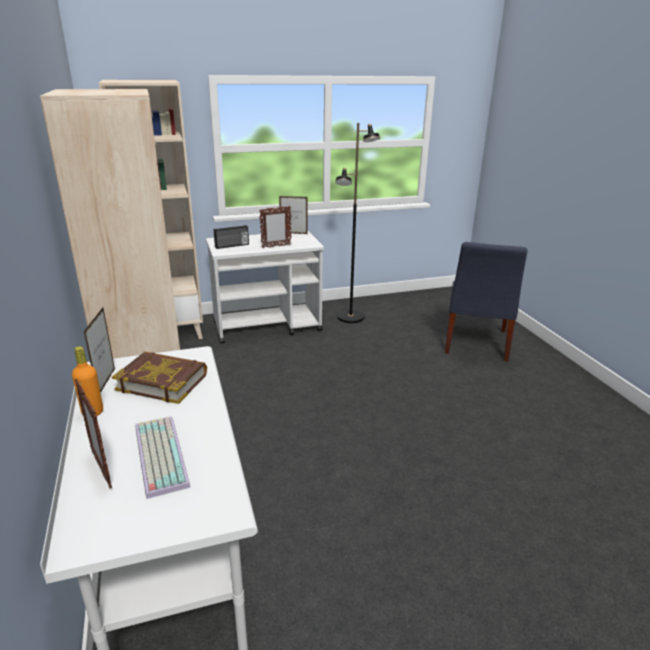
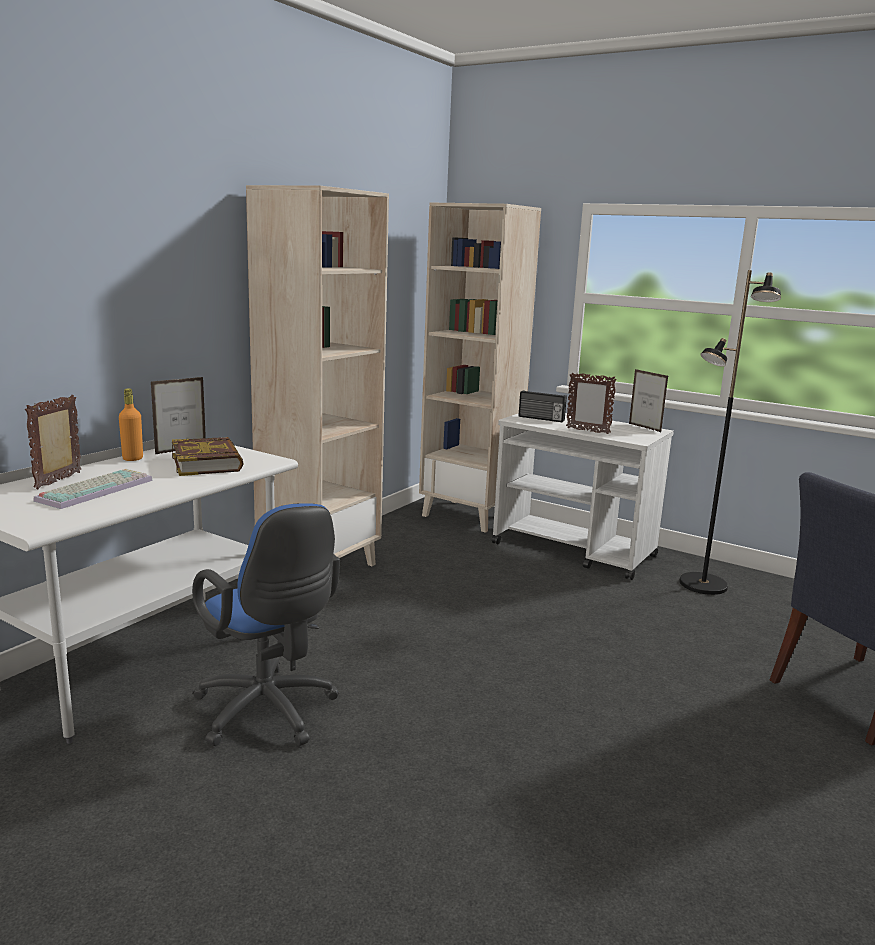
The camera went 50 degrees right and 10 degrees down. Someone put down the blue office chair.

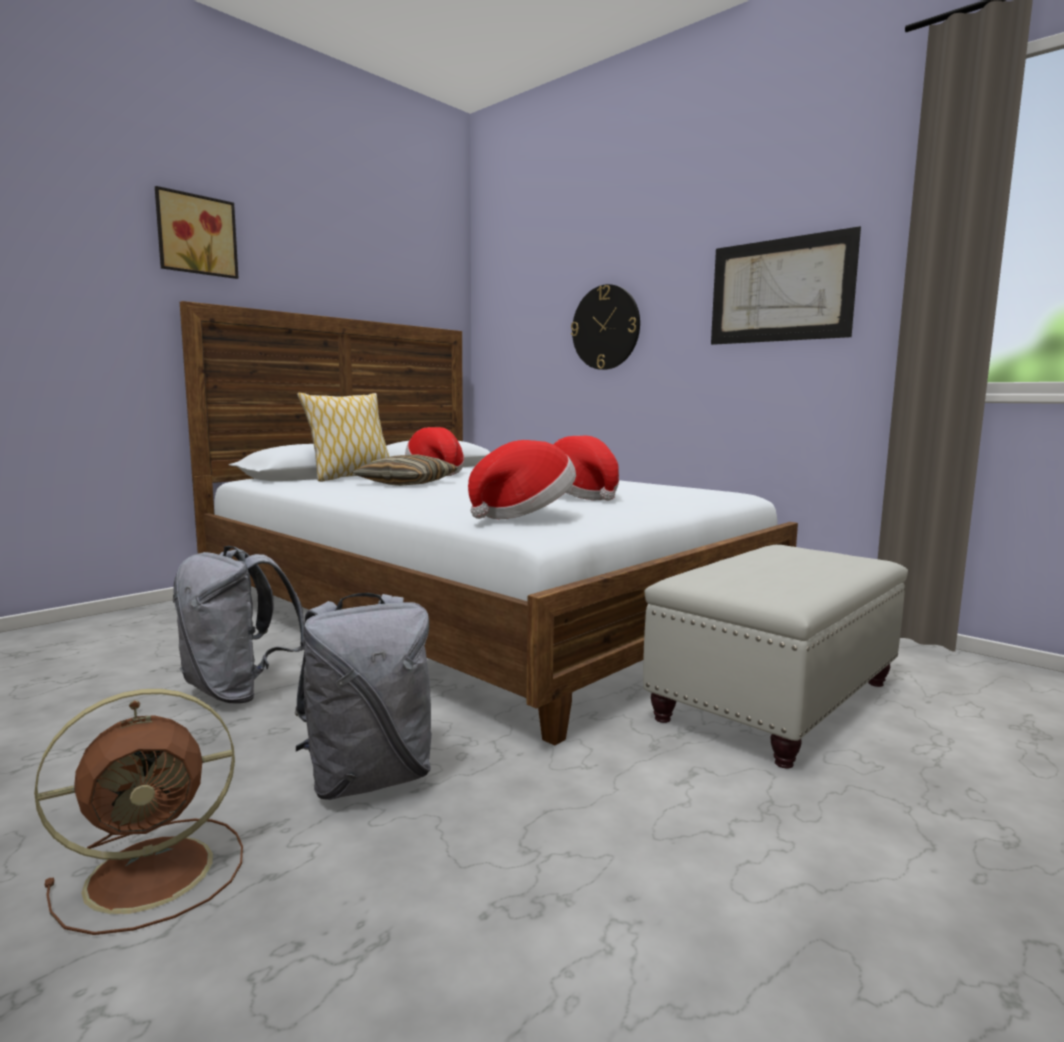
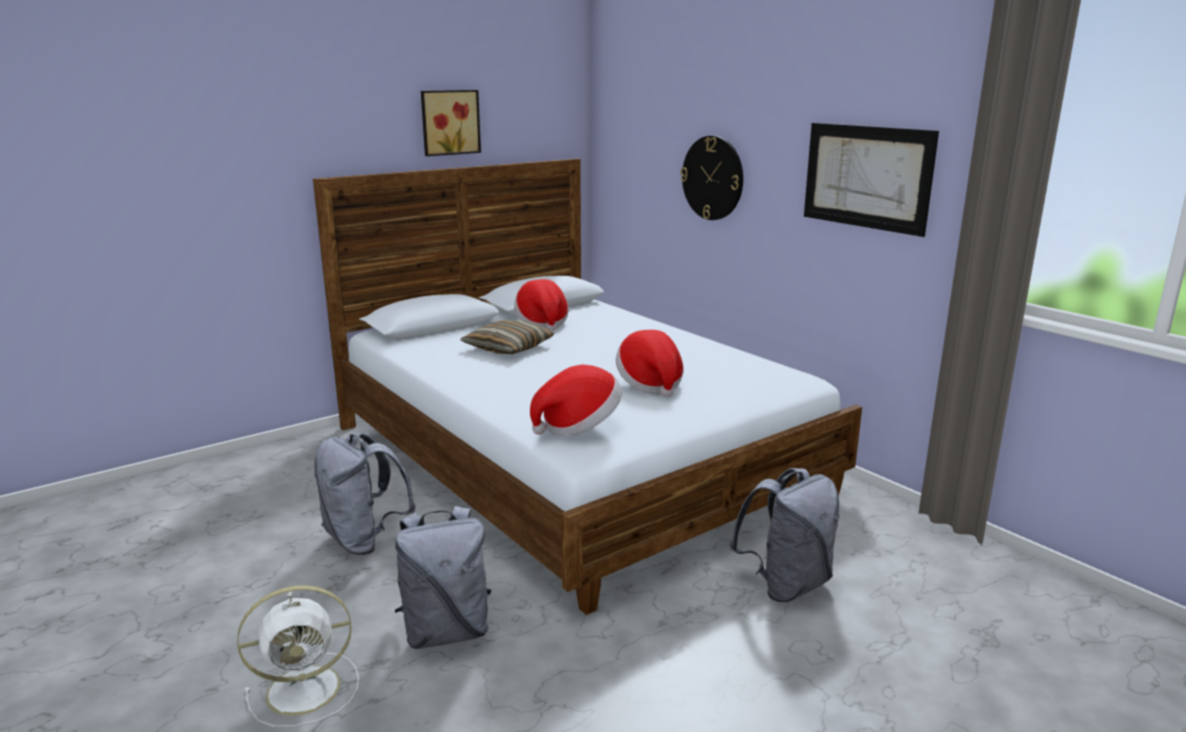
The camera went 10 degrees right and 10 degrees up. Someone repainted the brown fan, which became the white fan. Someone carried the picture (1st from left). Someone took away the pillow (1st from left). Someone swapped the white ottoman for the grey backpack (3rd from left).

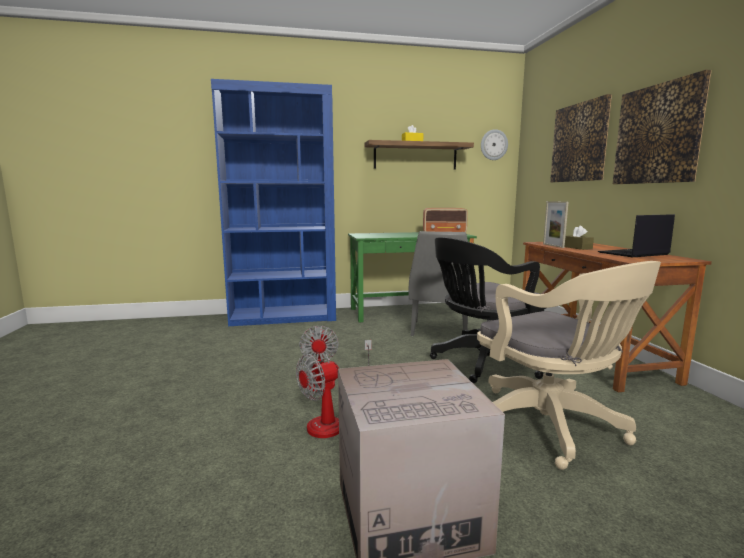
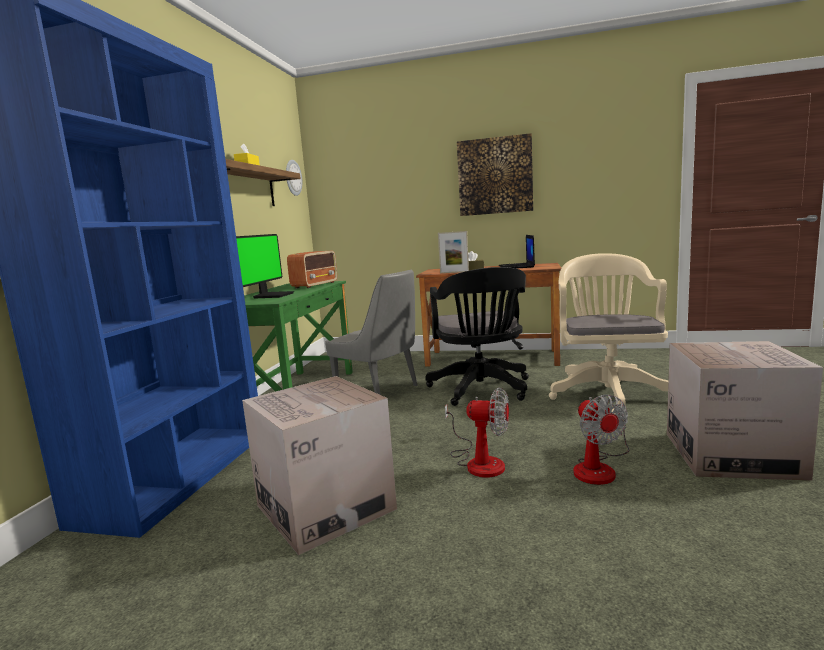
The camera went 65 degrees left and 0 degrees up. Someone rotated the beige office chair by 75 degrees counterclockwise. Someone took away the picture (1st from left). Someone put down the monitor. Someone put down the cardboard box (1st from left).

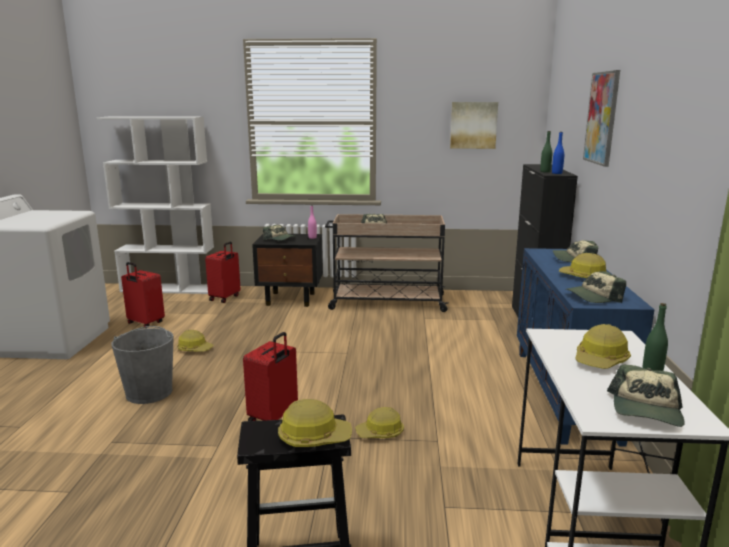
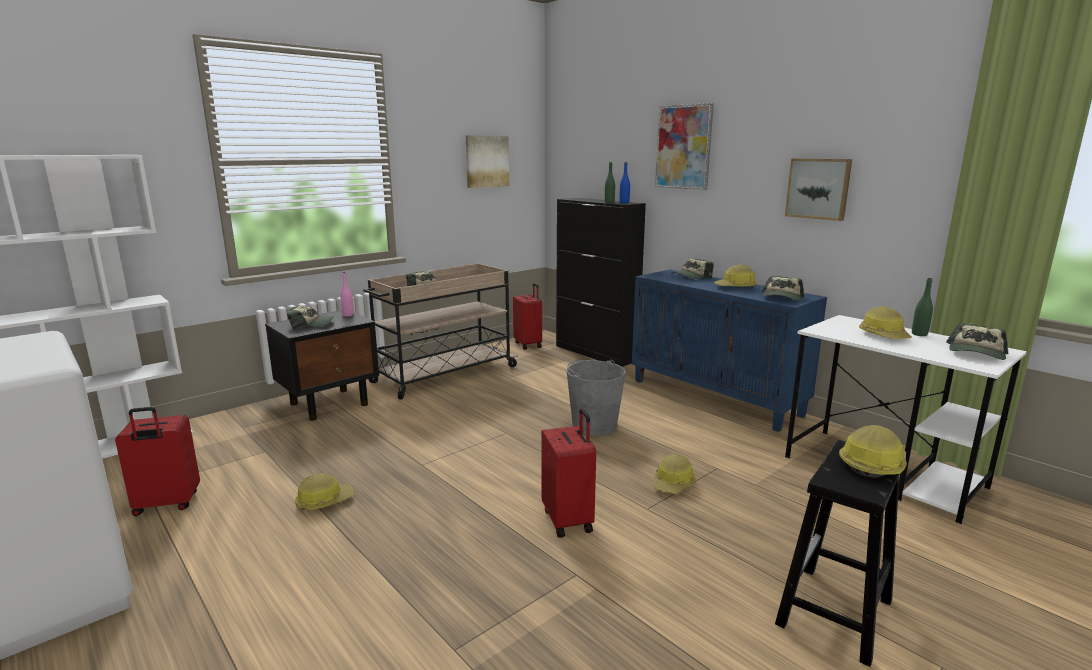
The camera went 45 degrees left and 0 degrees up. Someone carried the grey bucket. Someone carried the red suitcase (2nd from left). Someone rotated the cap (5th from left) by 60 degrees clockwise. Someone put up the picture (3rd from left).

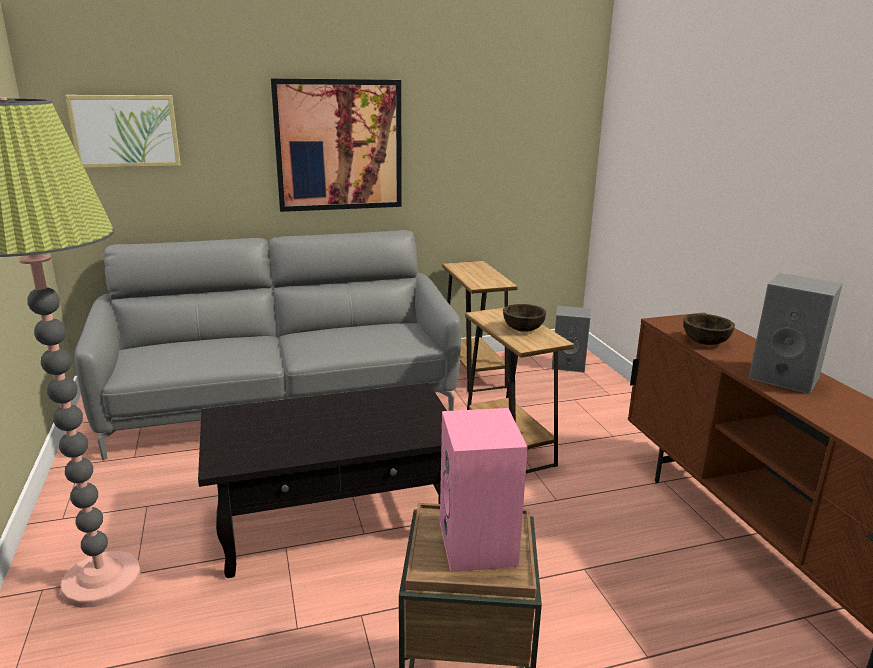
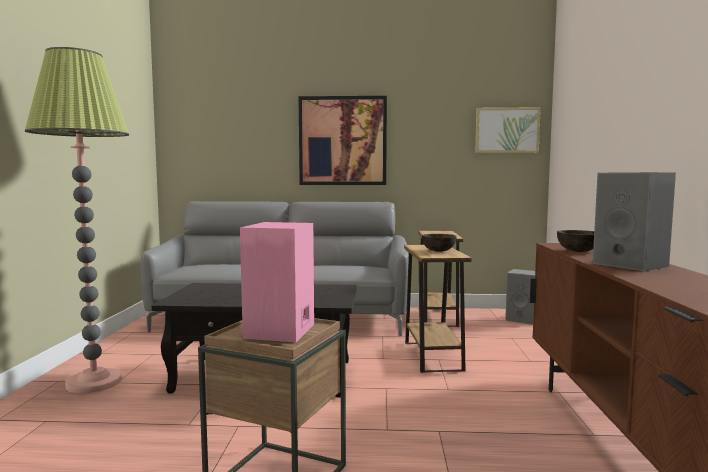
The camera went 20 degrees right and 15 degrees down. Someone carried the picture (1st from left in the first image).

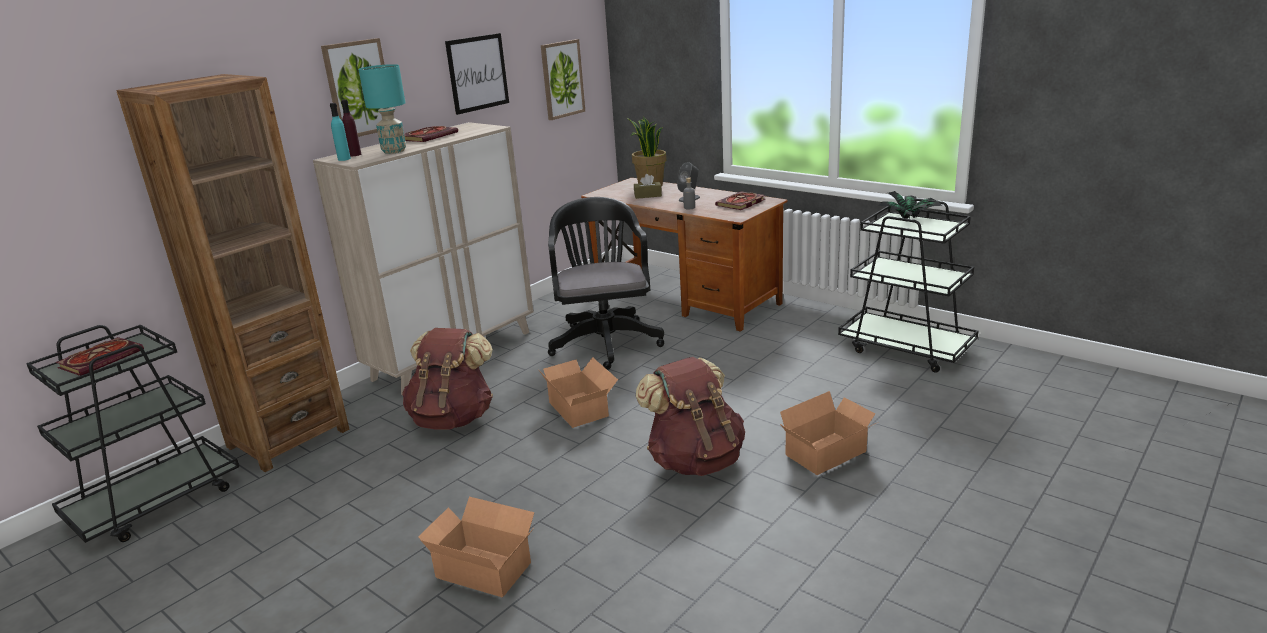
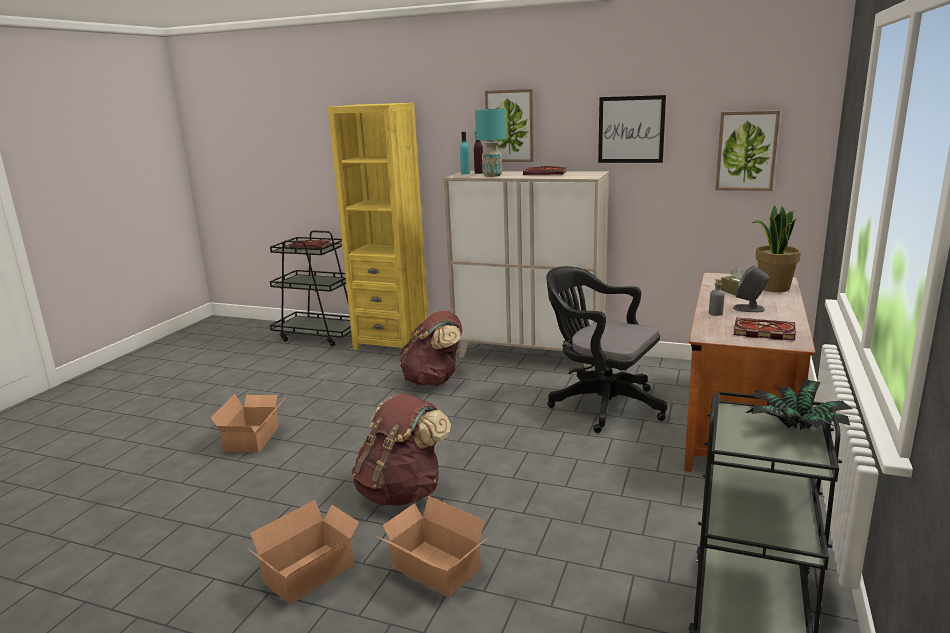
The camera went 70 degrees right and 5 degrees down. Someone repainted the brown bookcase, which became the yellow bookcase. Someone carried the cardboard box (2nd from left). Someone rotated the black office chair by 120 degrees counterclockwise.

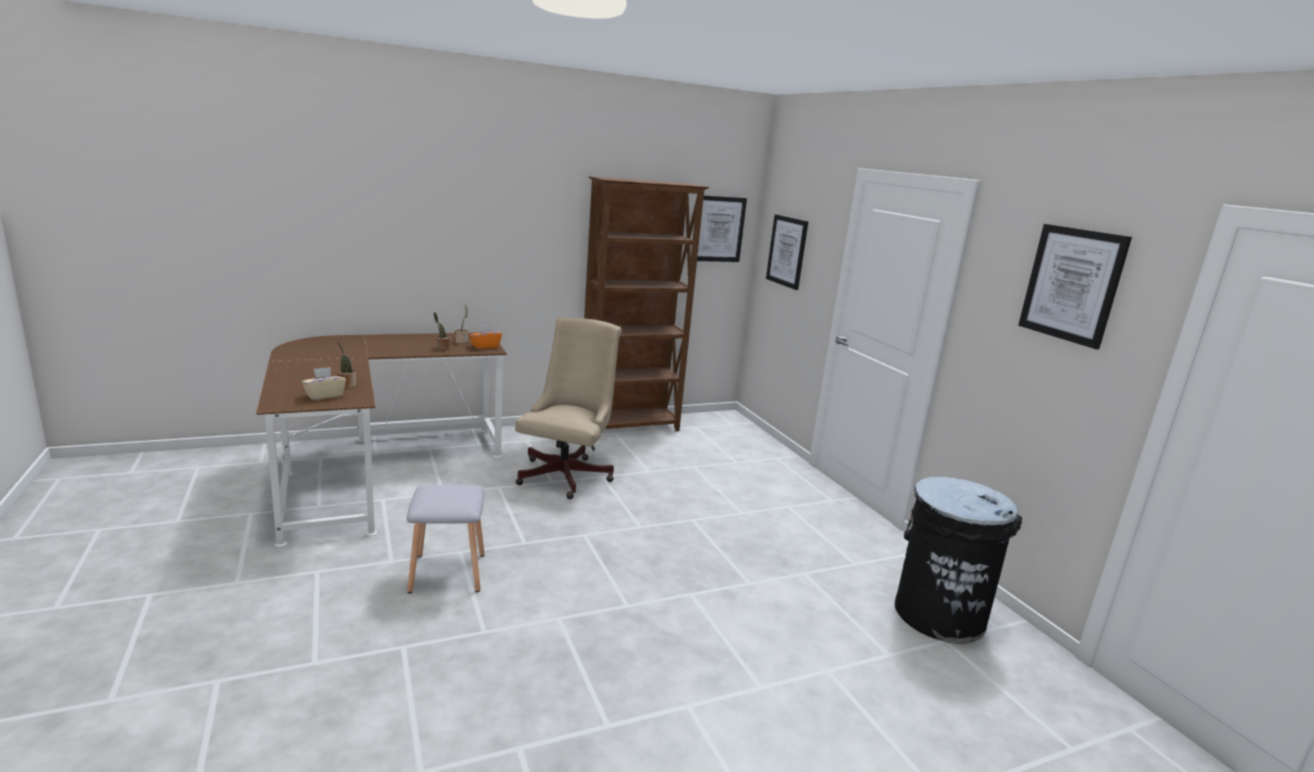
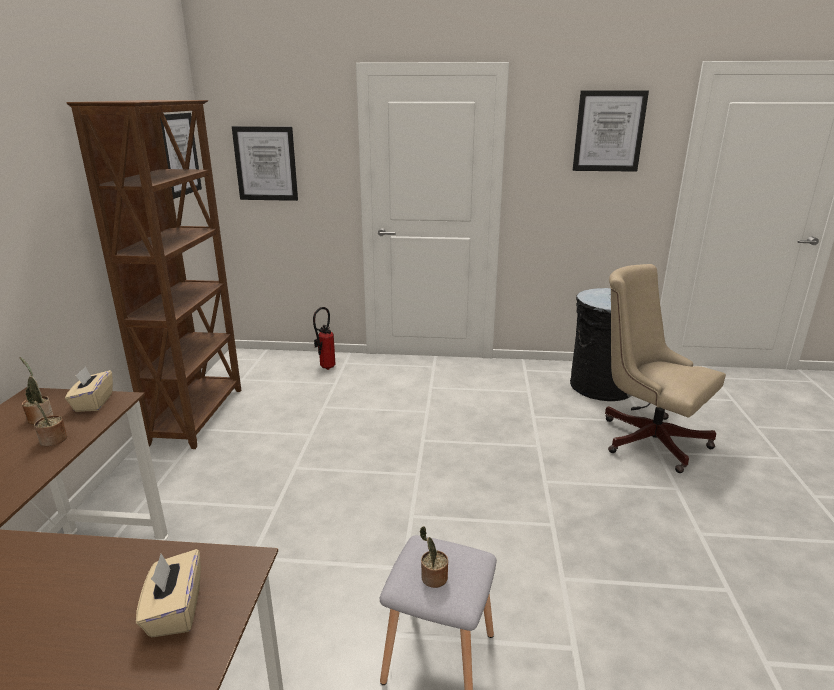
The camera went 60 degrees left and 5 degrees up. Someone carried the potted plant (1st from left in the first image). Someone repainted the orange tissue box, which became the beige tissue box (1st from left). Someone carried the beige office chair. Someone put down the fire extinguisher.

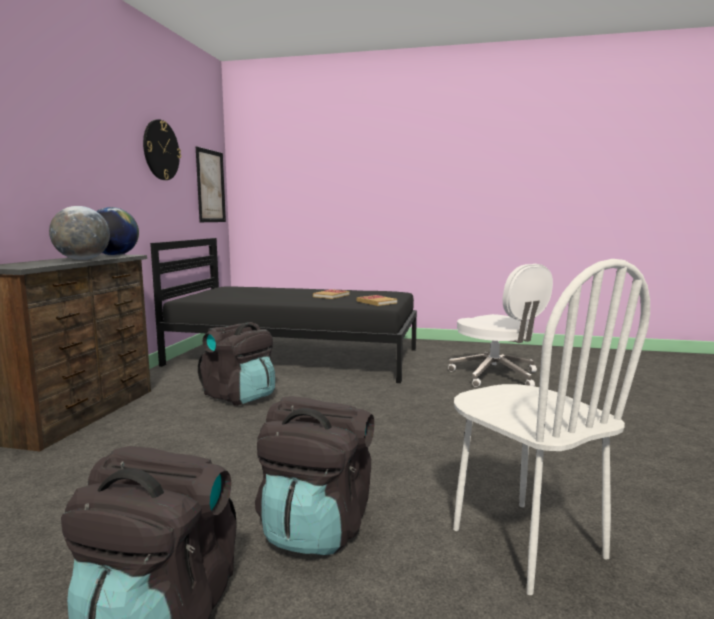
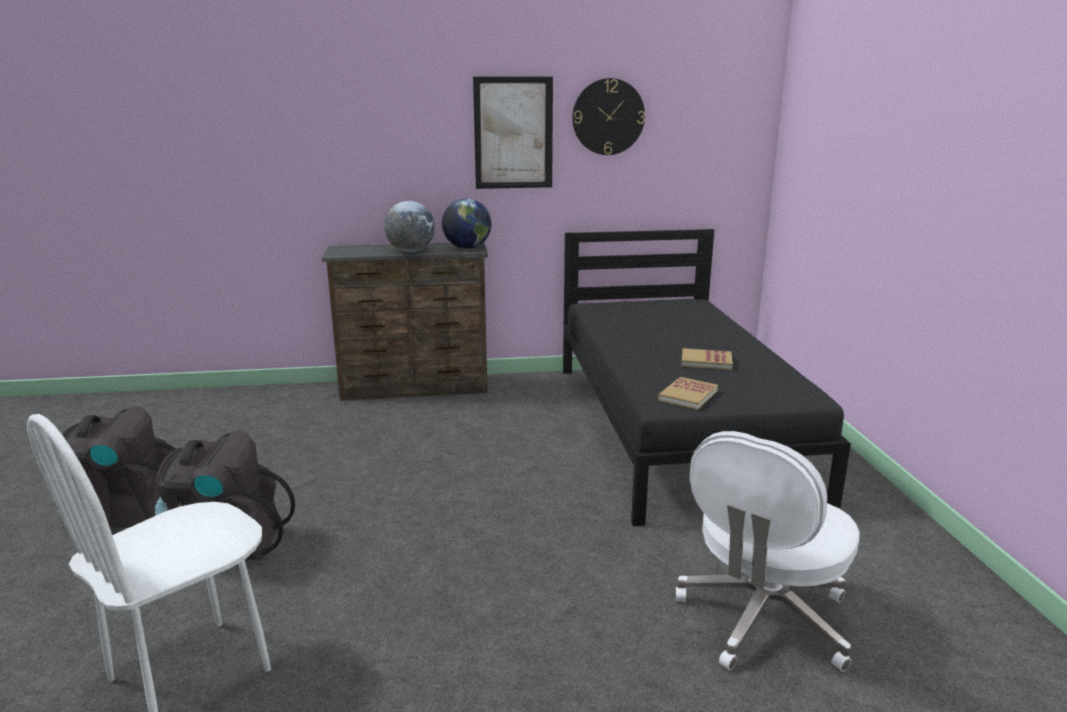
The camera went 70 degrees right and 10 degrees up. Someone carried the picture. Someone took away the black backpack (2nd from left).

